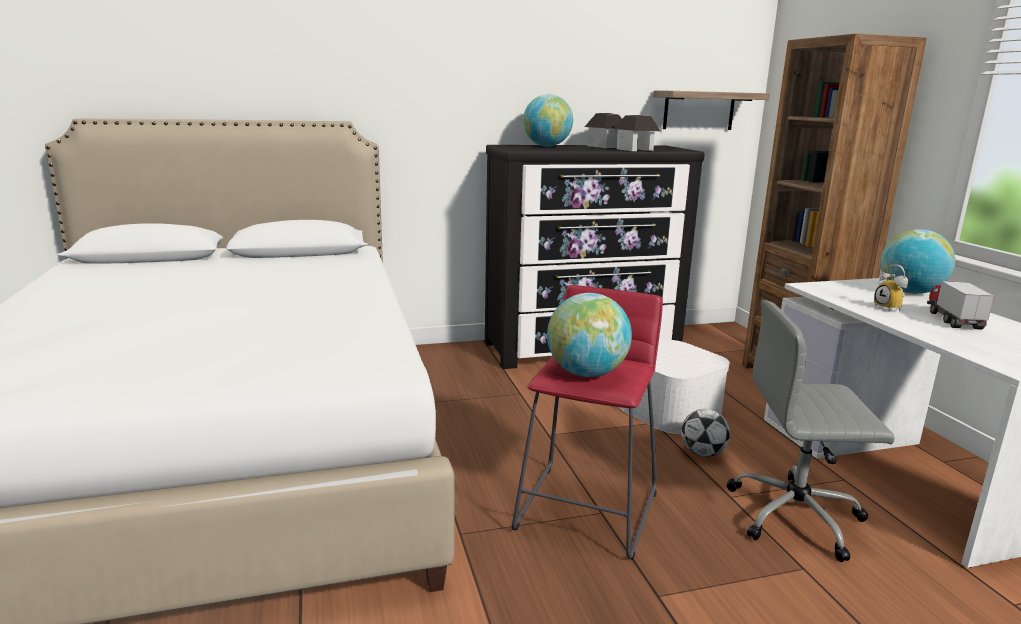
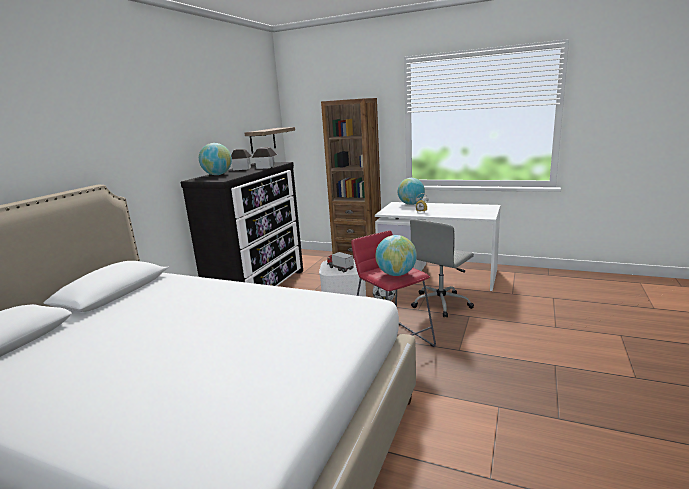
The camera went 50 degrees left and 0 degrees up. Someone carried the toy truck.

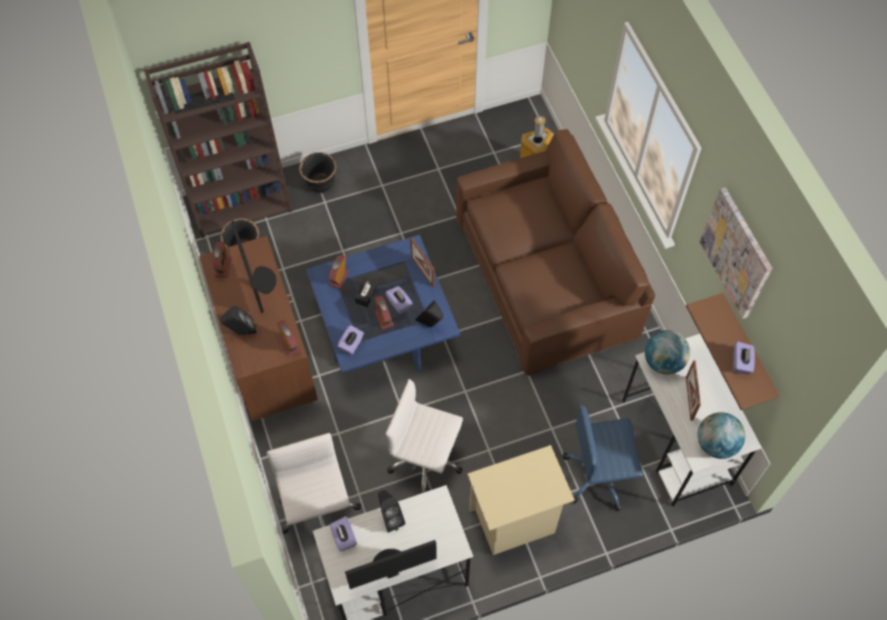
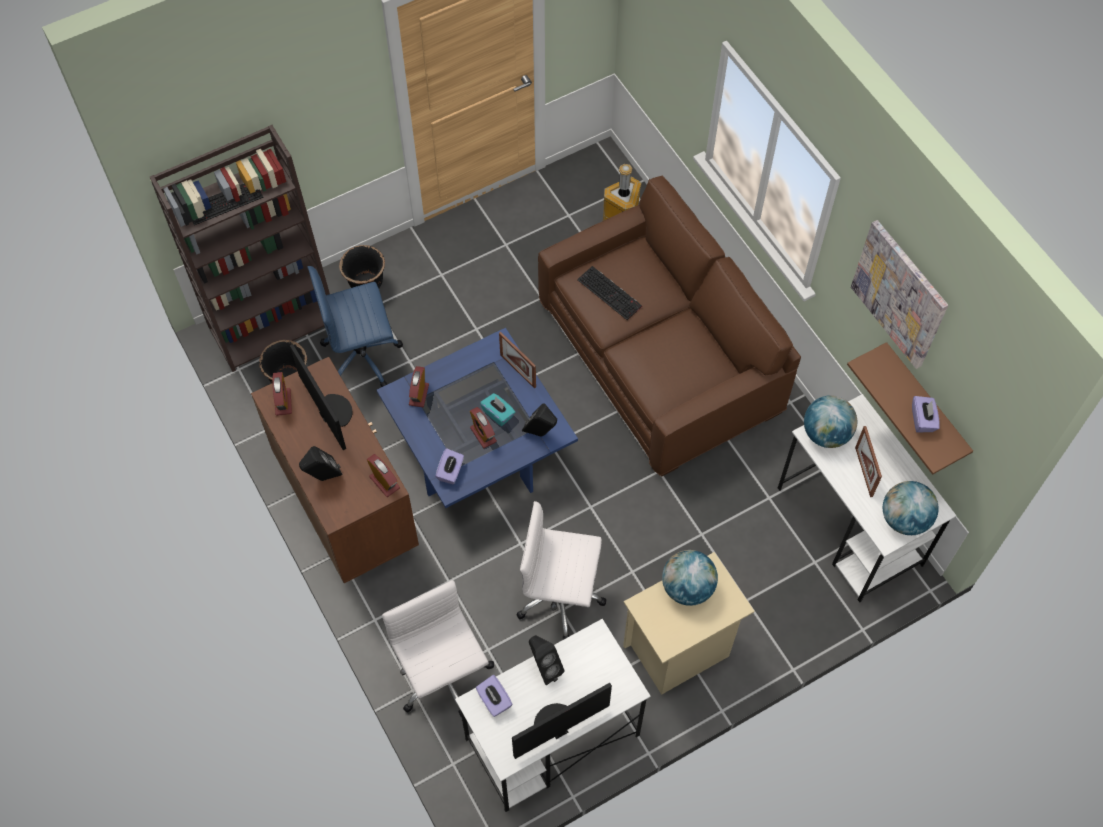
The camera went 10 degrees left and 0 degrees up. Someone took away the black tissue box. Someone repainted the purple tissue box (3rd from left), which became the turquoise tissue box. Someone carried the blue office chair. Someone put down the keyboard (2nd from left). Someone put down the globe (1st from left).

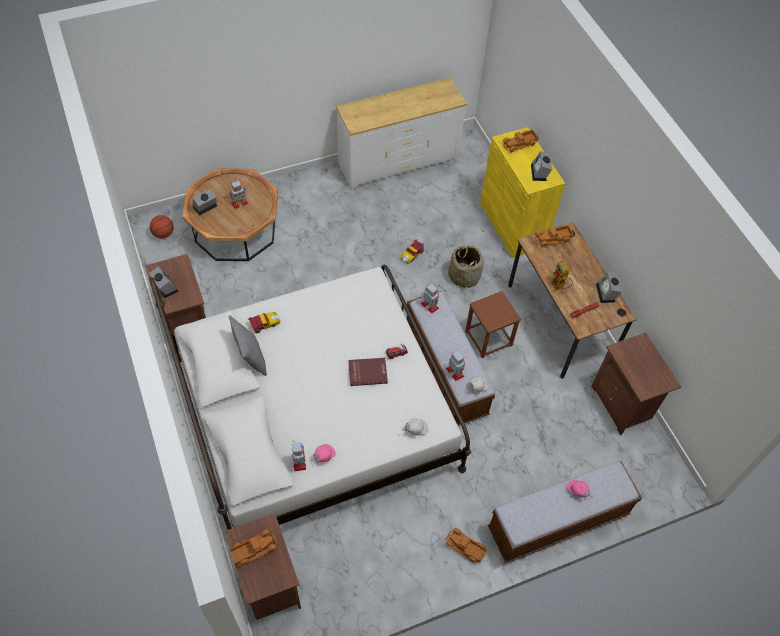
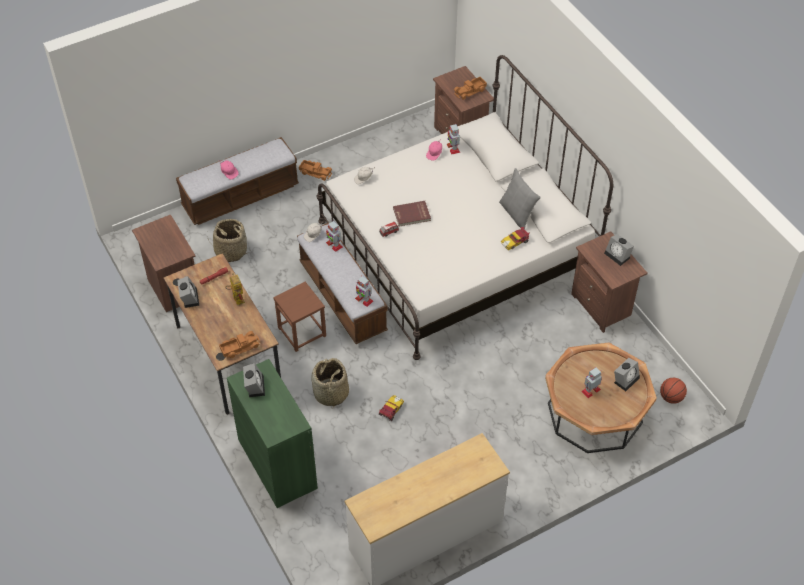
The camera went 175 degrees right and 5 degrees down. Someone repainted the yellow cabinet, which became the green cabinet. Someone took away the toy truck (3rd from left). Someone put down the basket (1st from left).

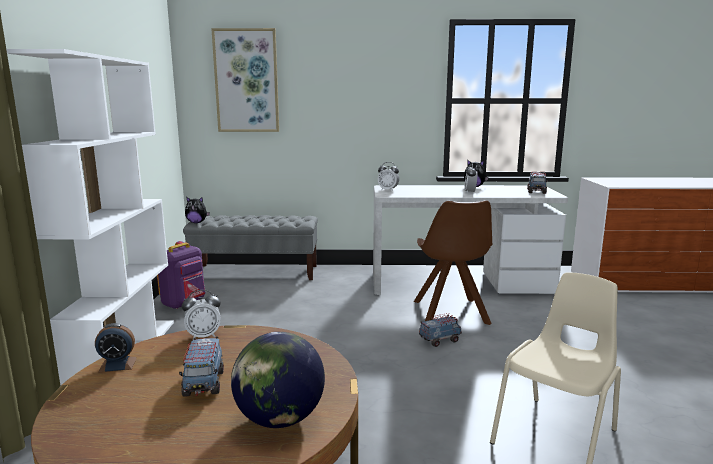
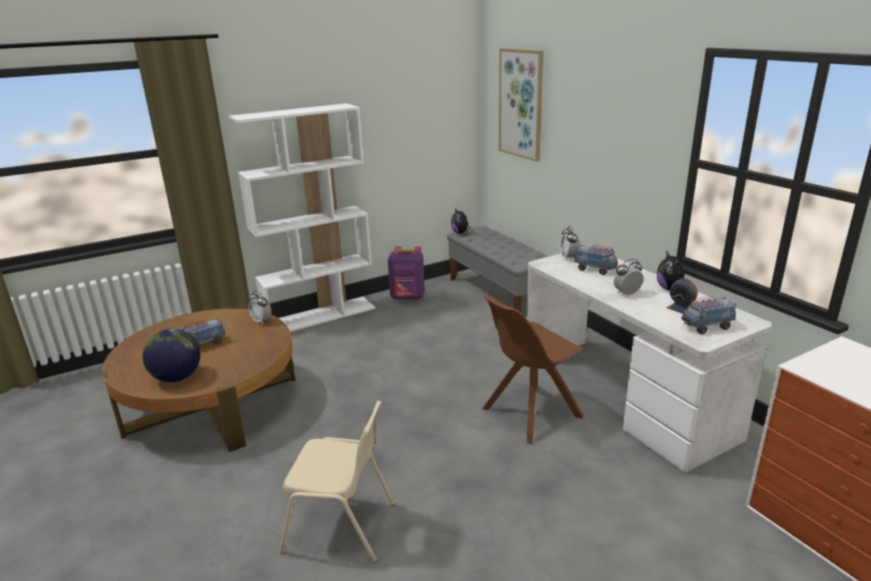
The camera went 60 degrees right and 10 degrees up. Someone carried the alarm clock (1st from left in the first image). Someone carried the toy truck (2nd from left).

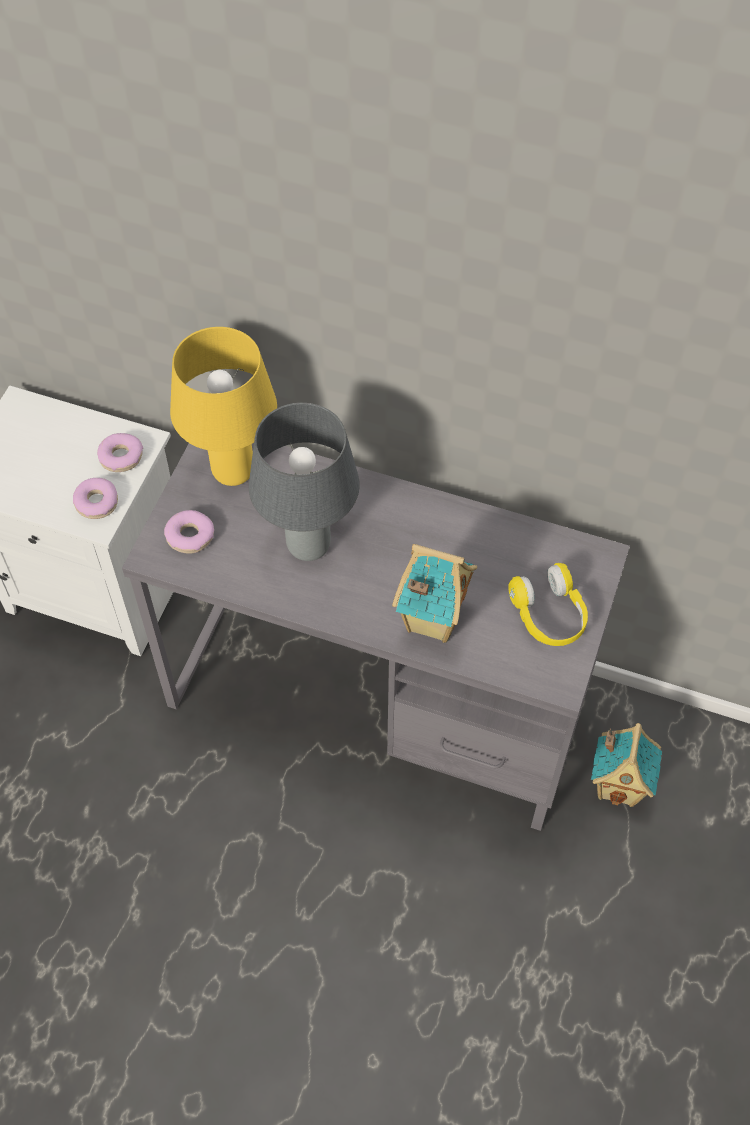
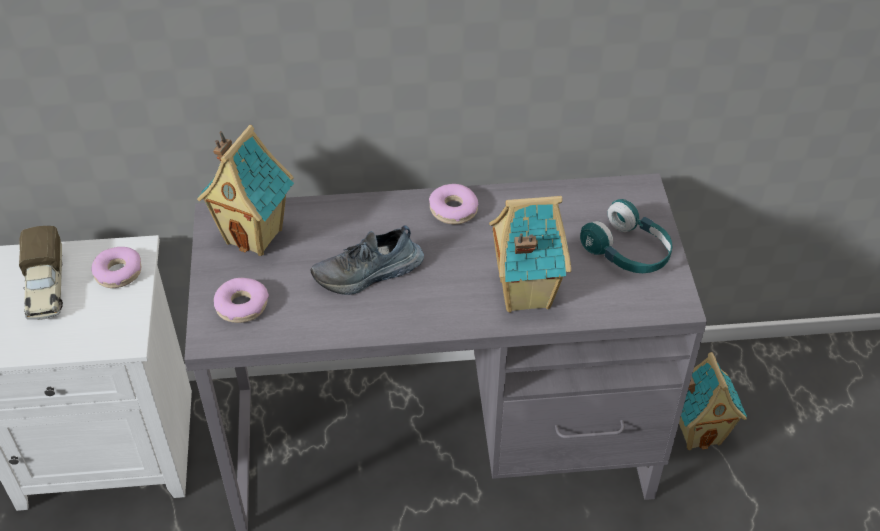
The camera went 25 degrees left and 10 degrees down. Someone carried the donut (1st from left in the first image). Someone swapped the yellow table lamp for the toy house (1st from left). Someone swapped the grey table lamp for the shoe. Someone repainted the yellow headphones, which became the turquoise headphones. Someone put down the toy truck.

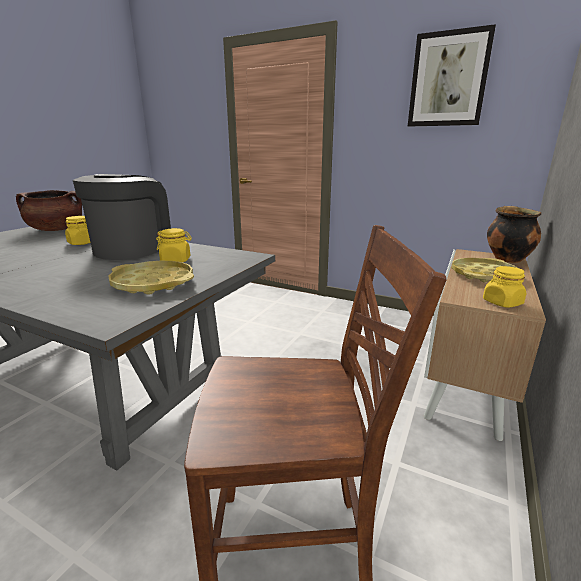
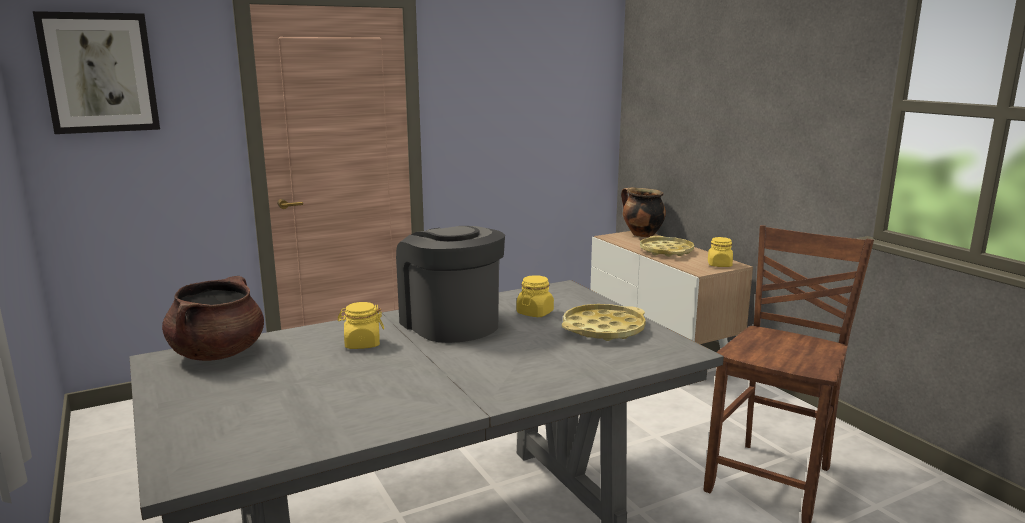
The camera went 55 degrees left and 5 degrees down. Someone carried the picture.

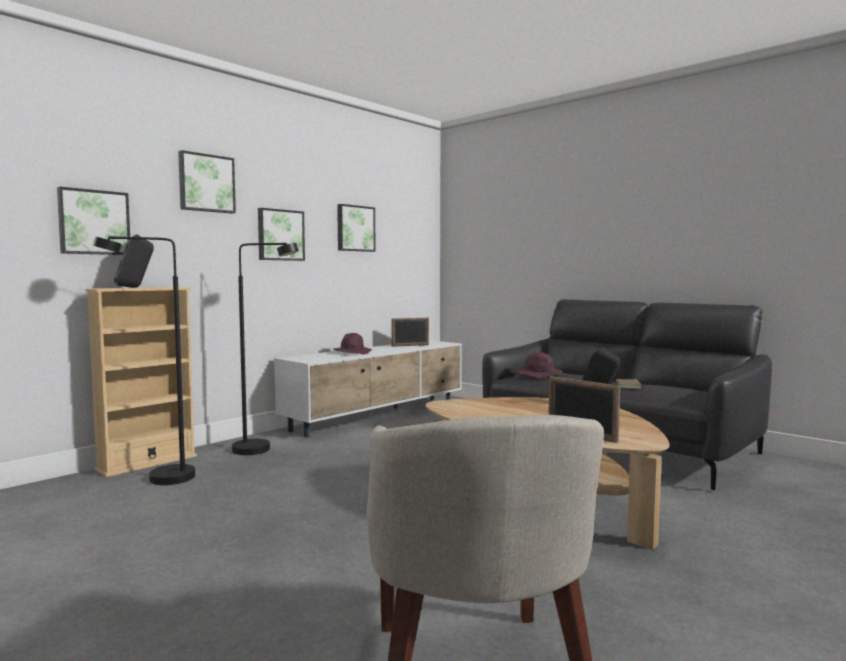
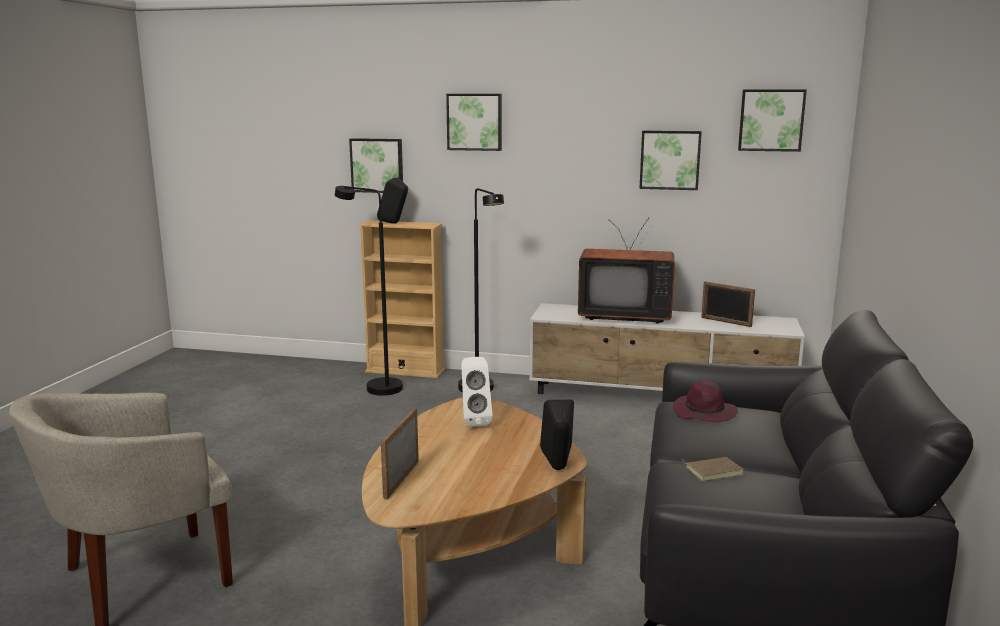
The camera went 60 degrees right and 10 degrees up. Someone carried the picture (3rd from left in the first image). Someone swapped the purple hat (1st from left) for the television. Someone put down the white speaker.

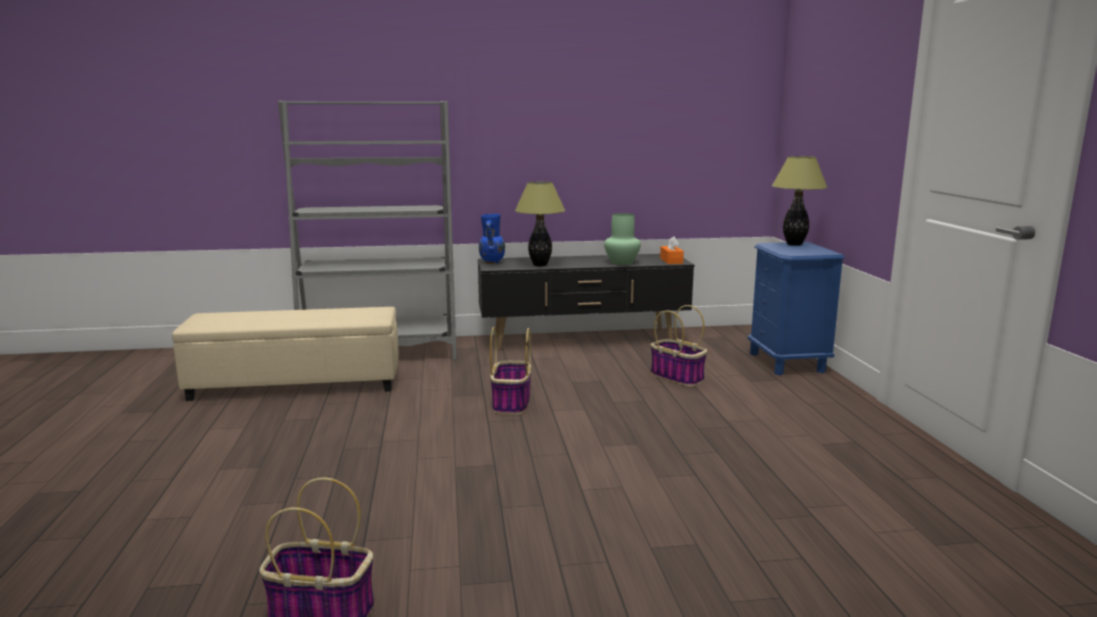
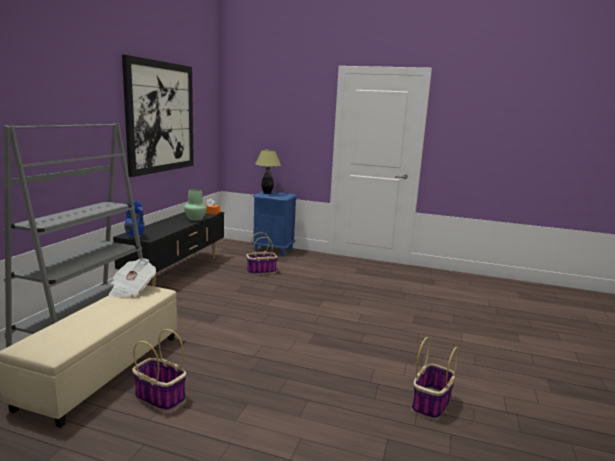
The camera went 65 degrees left and 0 degrees up. Someone carried the basket (2nd from left in the first image). Someone took away the table lamp (1st from left). Someone put down the newspaper. Someone put up the picture.

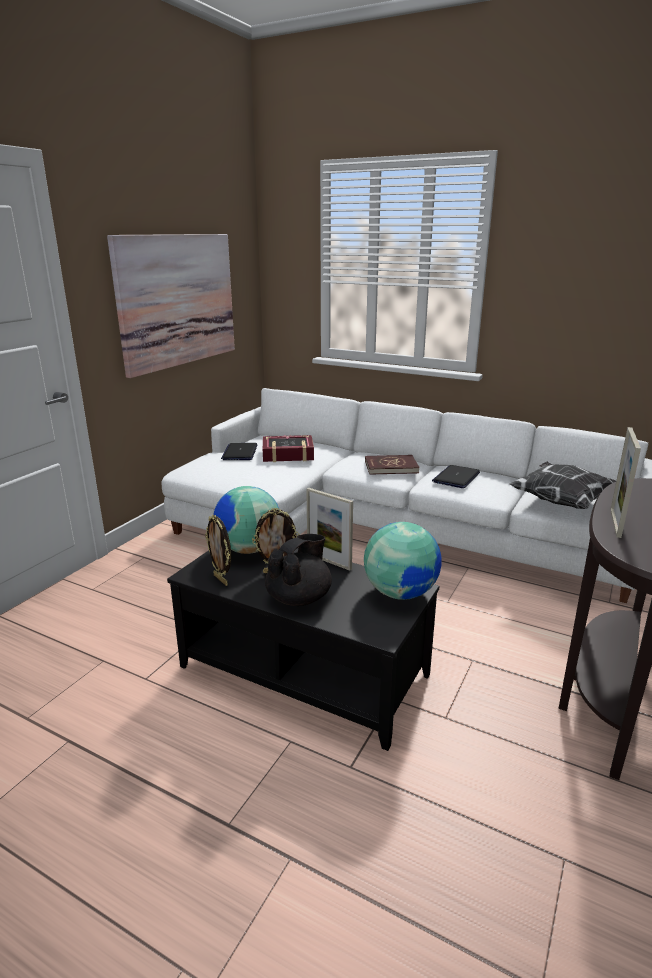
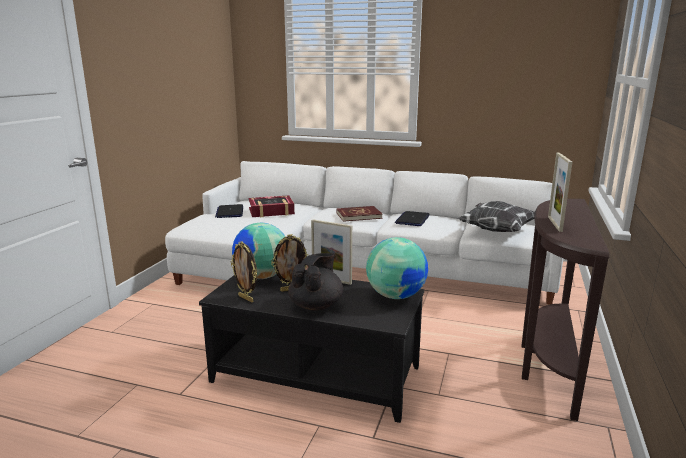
The camera went 10 degrees left and 5 degrees down. Someone took away the picture.

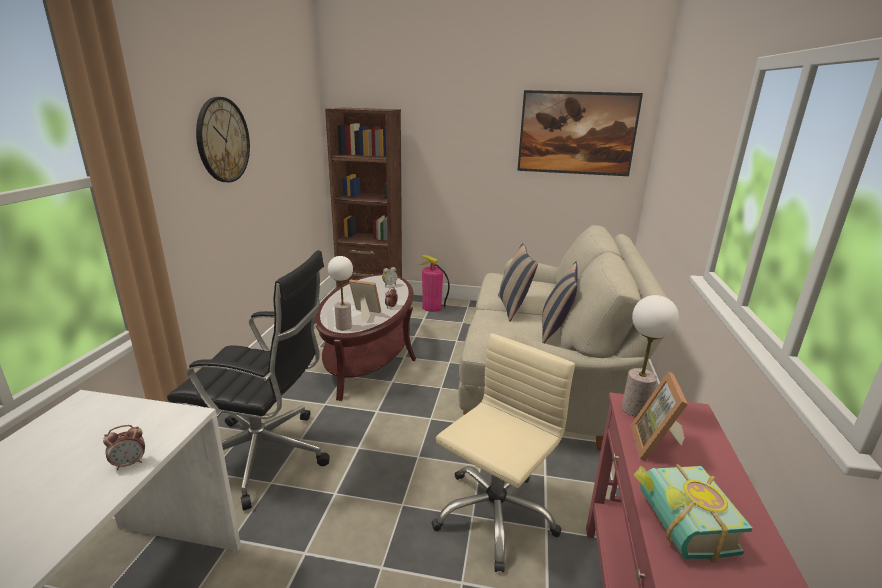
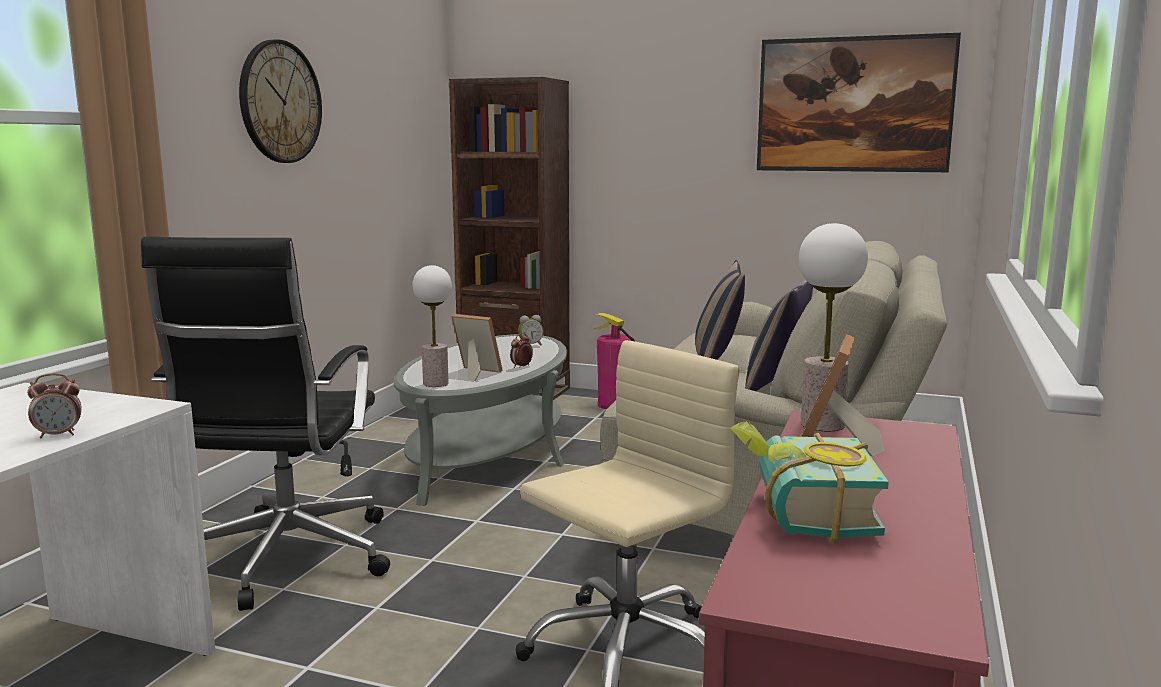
The camera went 10 degrees right and 10 degrees down. Someone rotated the black office chair by 75 degrees clockwise. Someone repainted the brown coffee table, which became the grey coffee table.

